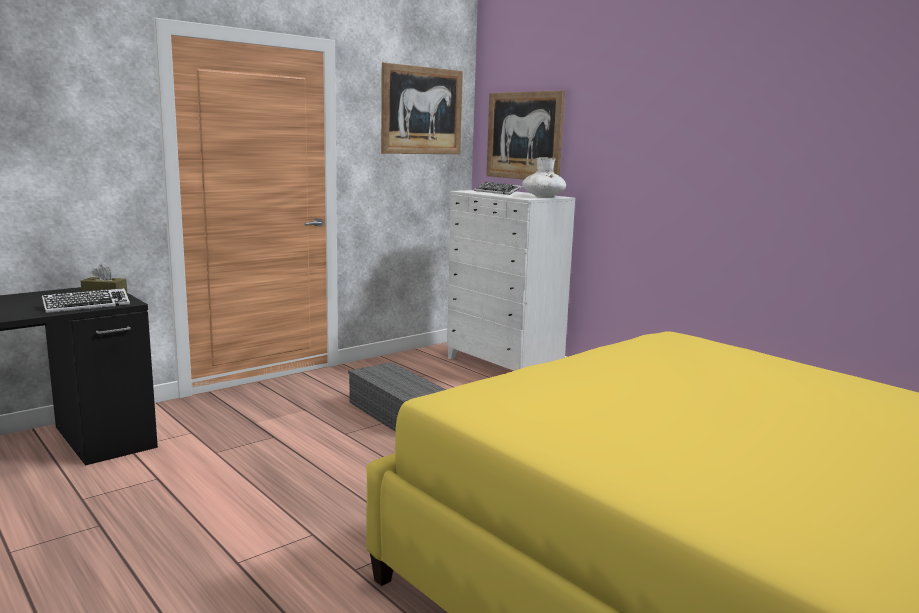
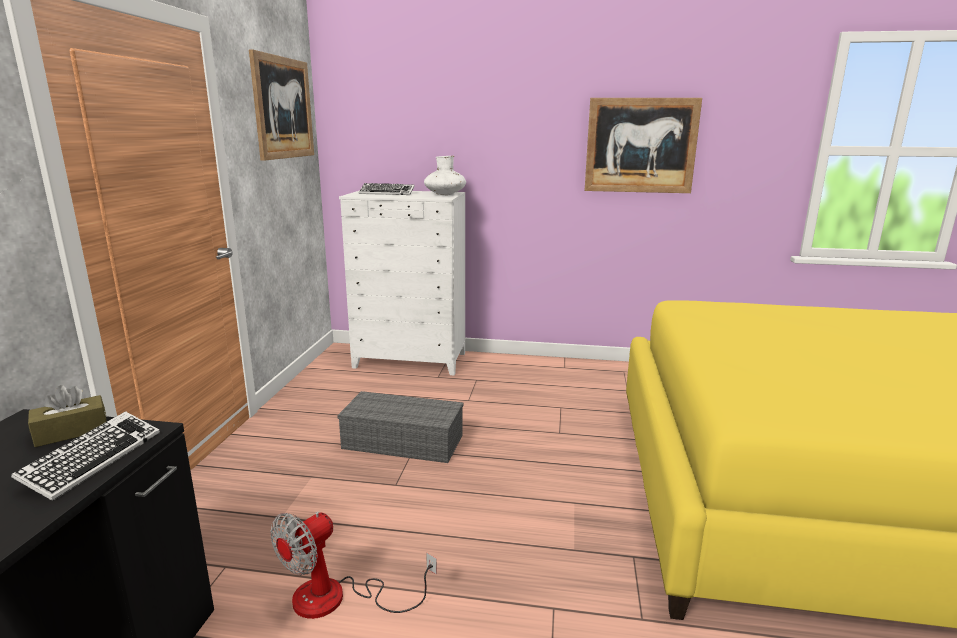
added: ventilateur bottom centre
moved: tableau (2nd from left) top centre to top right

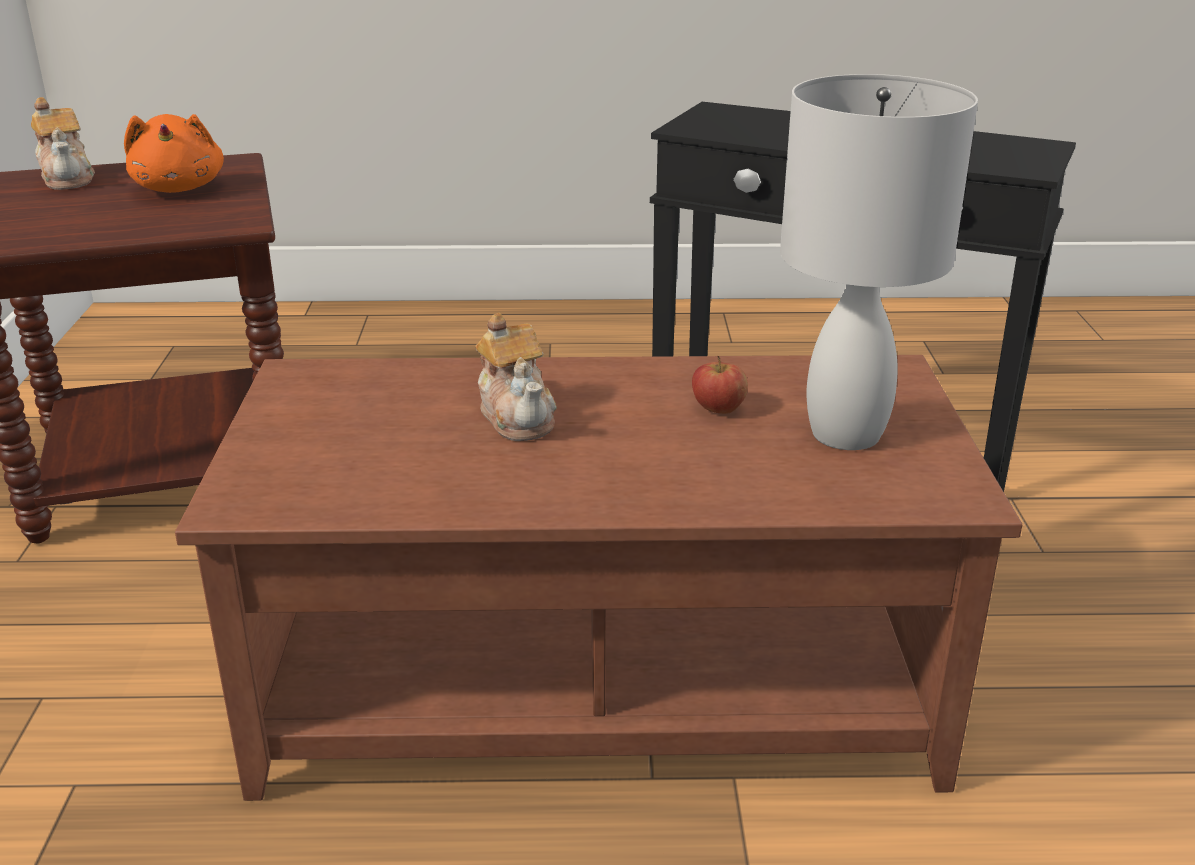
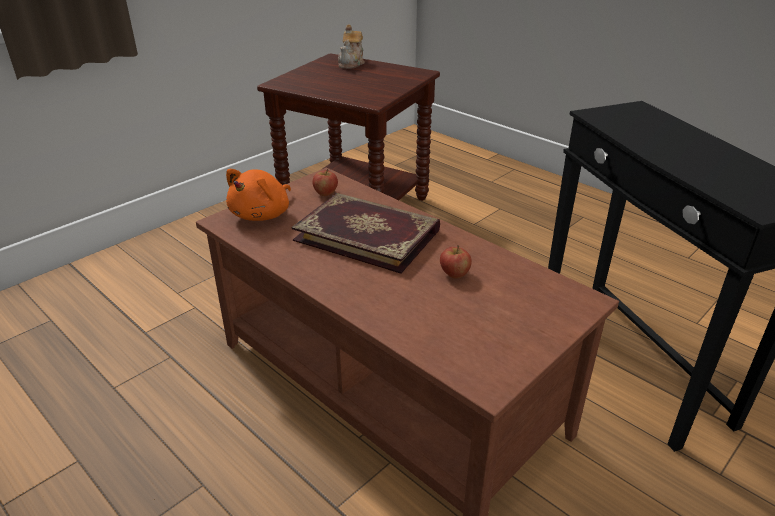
removed: lampe de table/blanc top right
added: pomme (1st from left) centre
moved: peluche/orange top left to middle left
replaced: théière (2nd from left) centre to livre centre

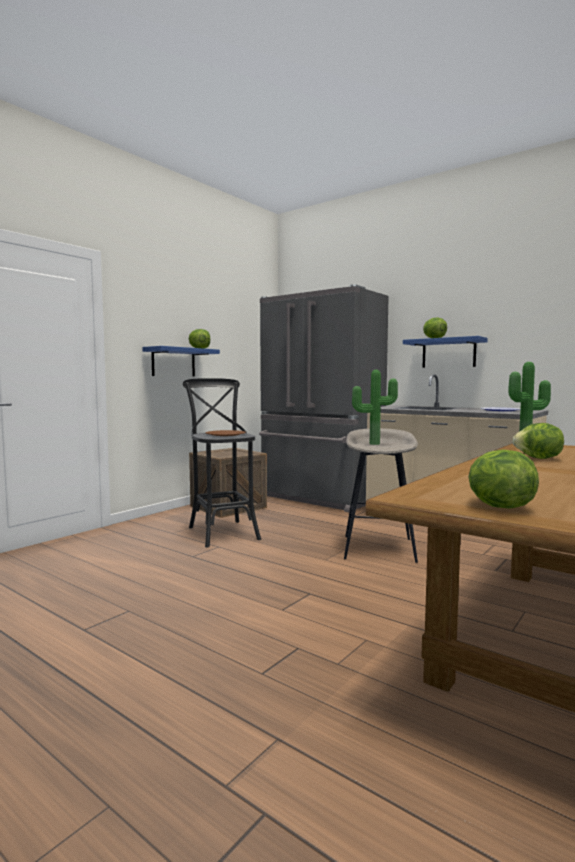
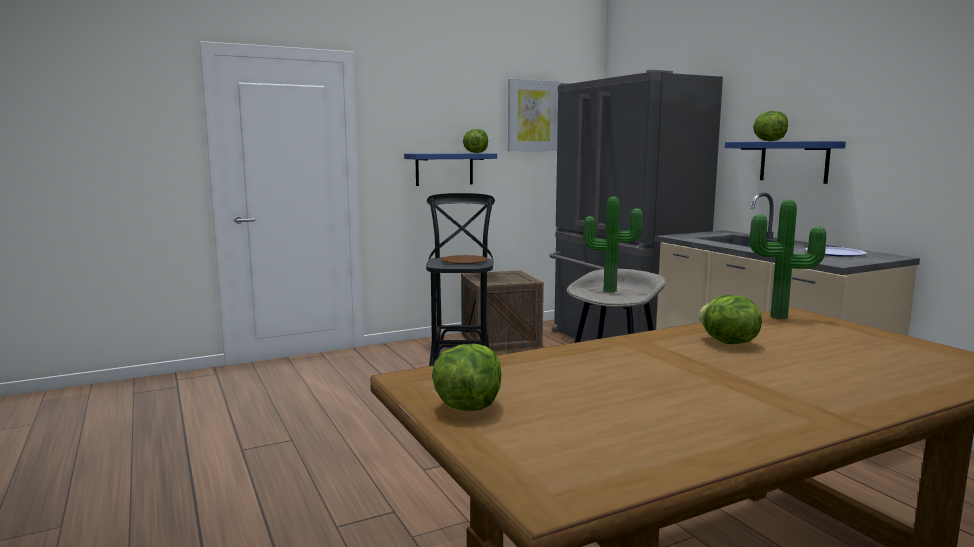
added: tableau top centre

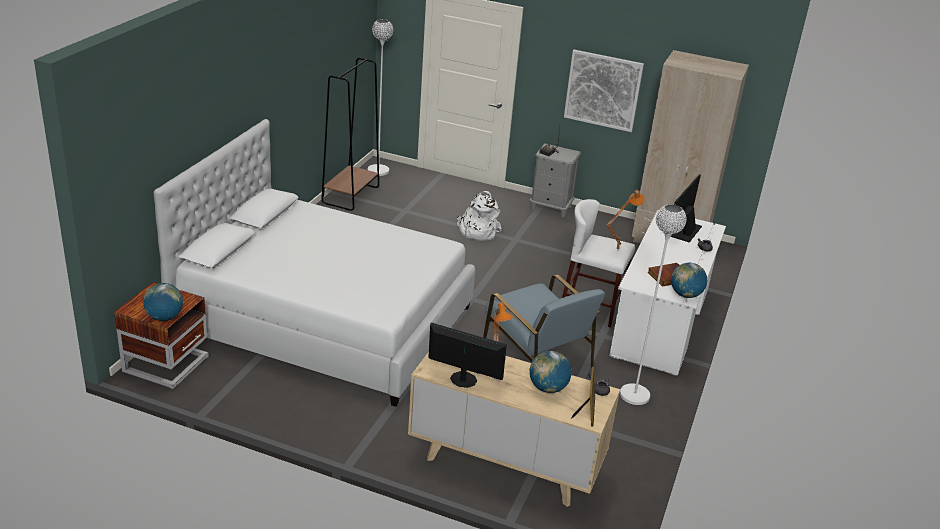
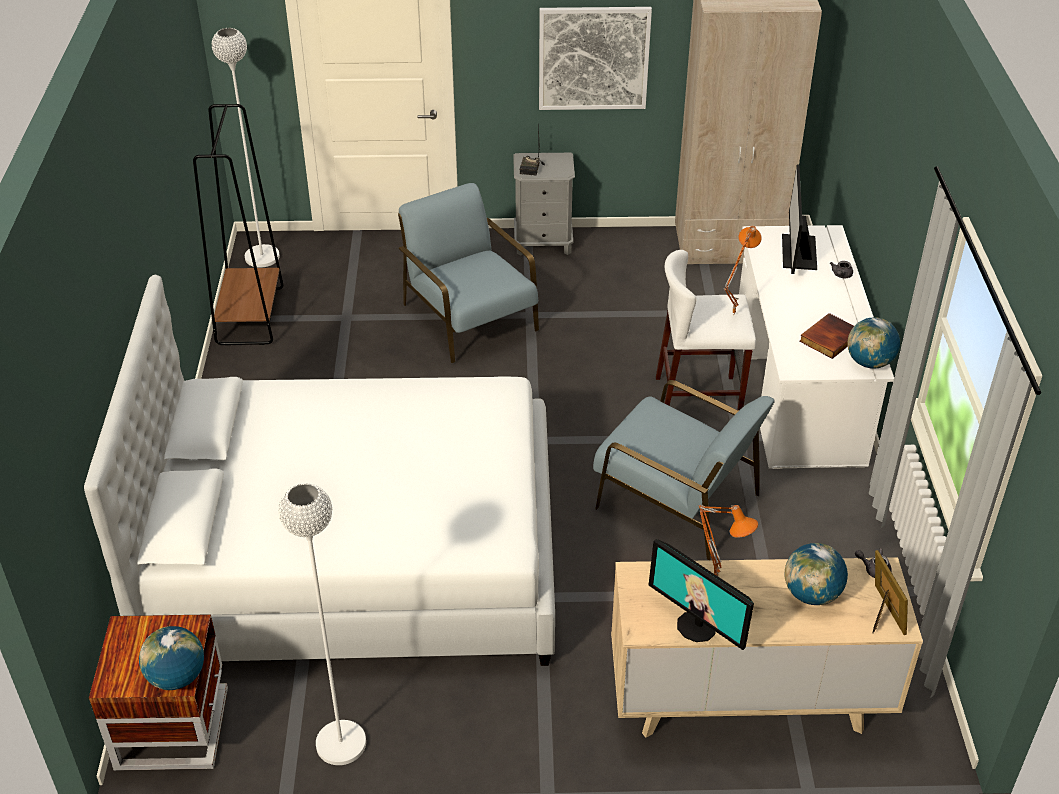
moved: lampadaire/blanc (2nd from left) middle right to bottom left
replaced: sac à dos/blanc centre to fauteuil/bleu (1st from left) centre
turned: écran d'ordinateur (1st from left) bottom centre = bottom centre 135 degrees counterclockwise

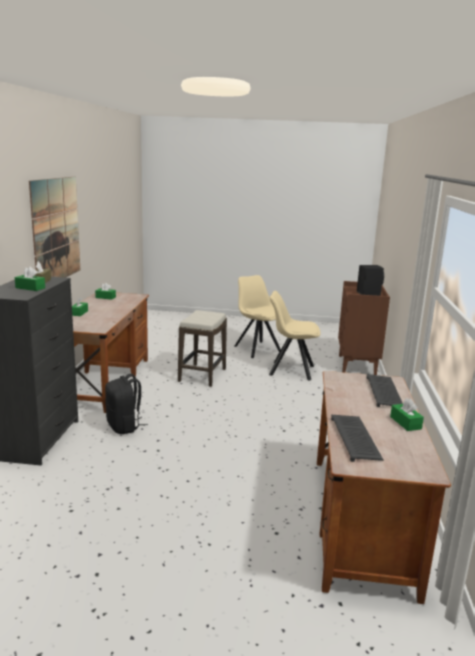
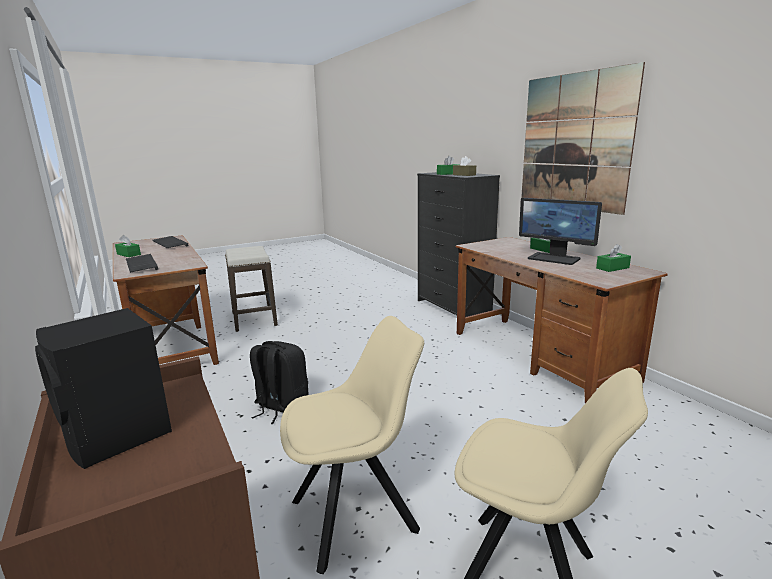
added: écran d'ordinateur middle right
moved: tabouret centre to middle left; sac à dos/noir middle left to centre

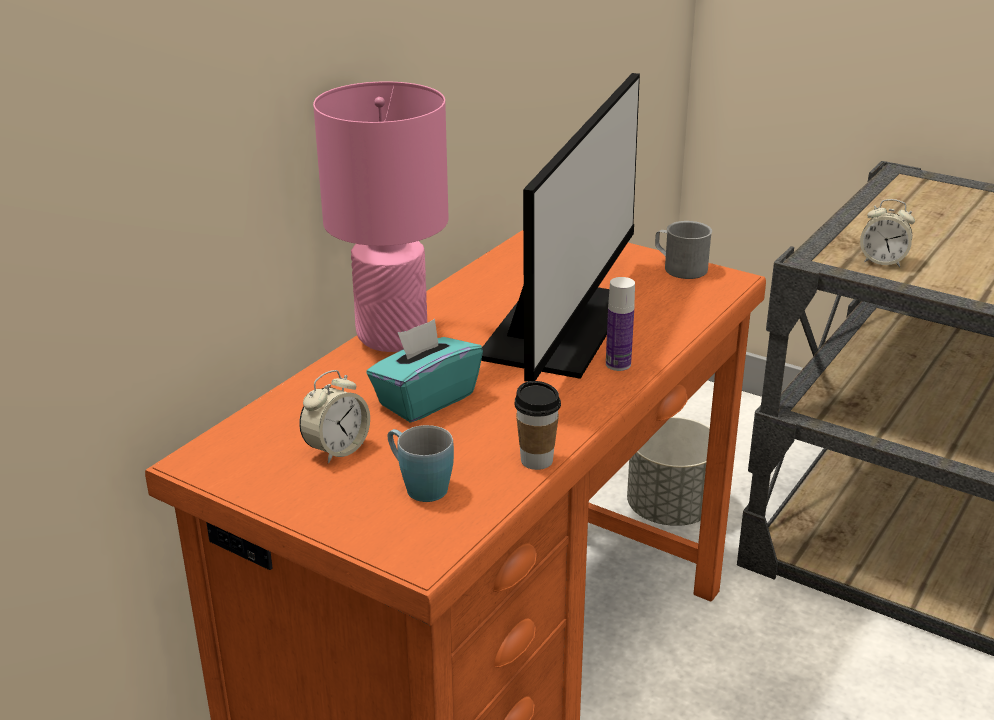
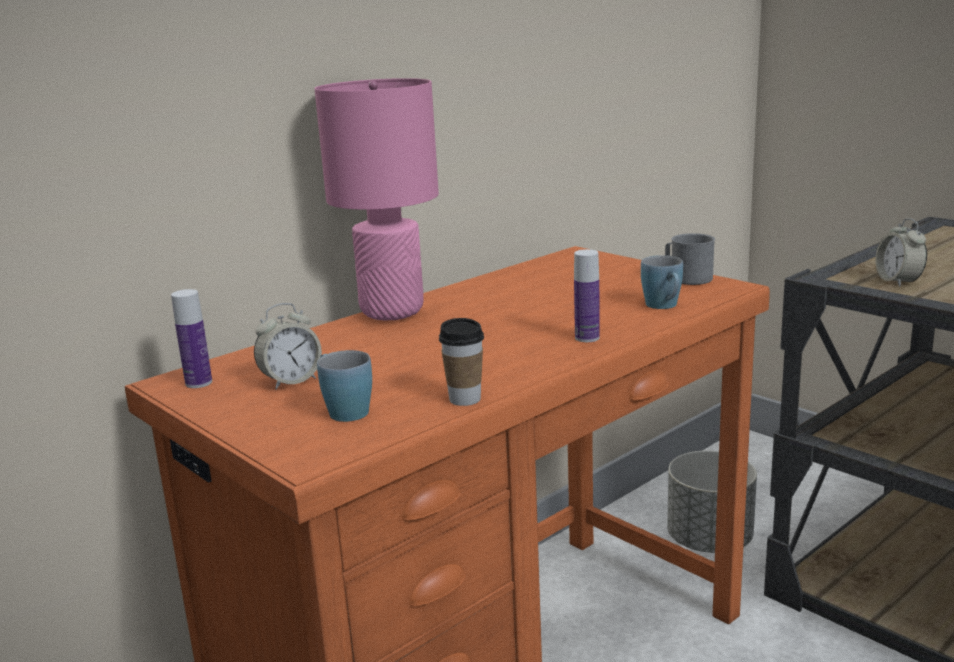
removed: écran d'ordinateur top centre; boîte à mouchoirs/turquoise centre
added: mug/bleu (2nd from left) middle right; bouteille (1st from left) middle left
turned: réveil (2nd from left) top right = middle right 45 degrees clockwise

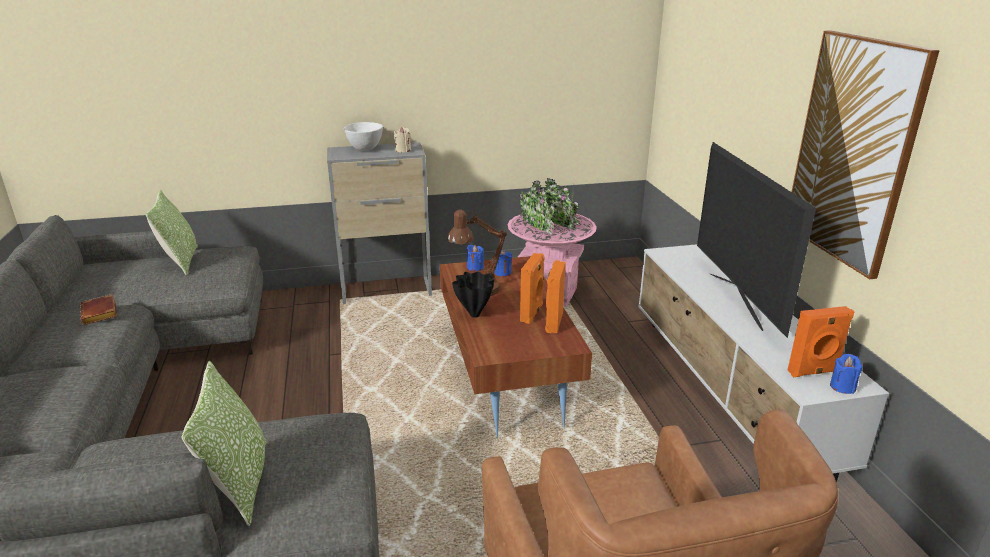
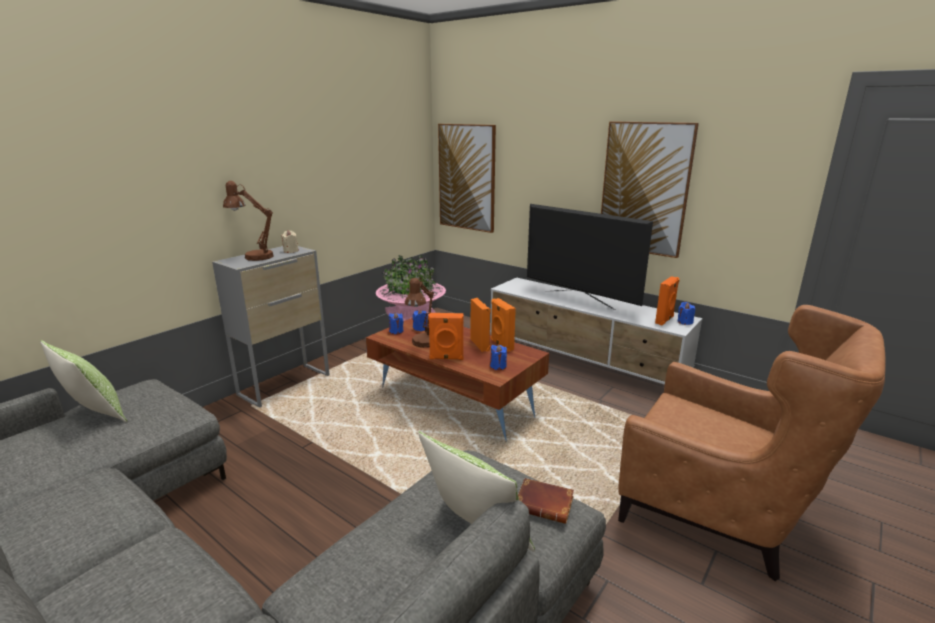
added: tableau (1st from left) top centre; bougie/bleu (3rd from left) centre
moved: livre/marron middle left to bottom centre
replaced: bol/blanc top centre to lampe de table/marron (1st from left) middle left; vase/noir centre to enceinte/orange (1st from left) centre

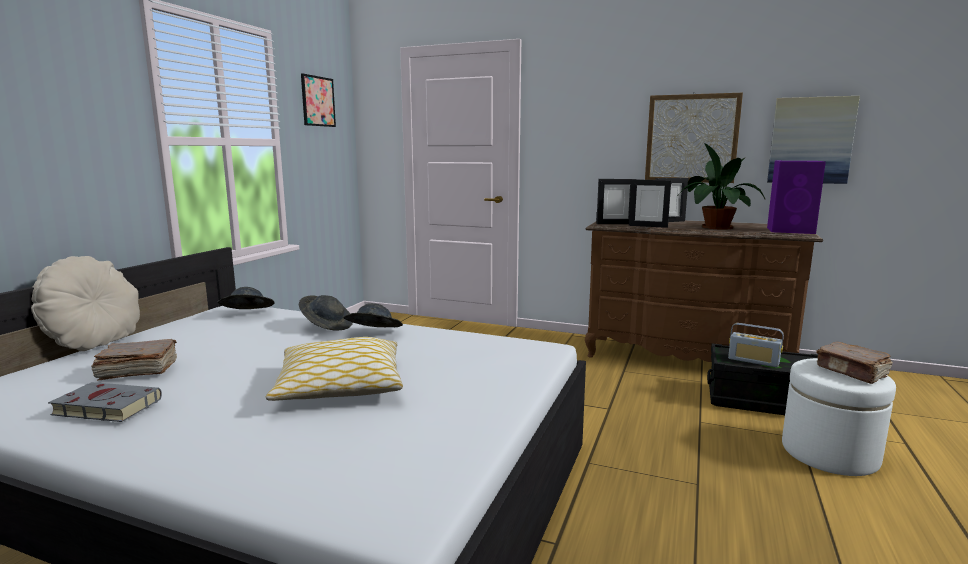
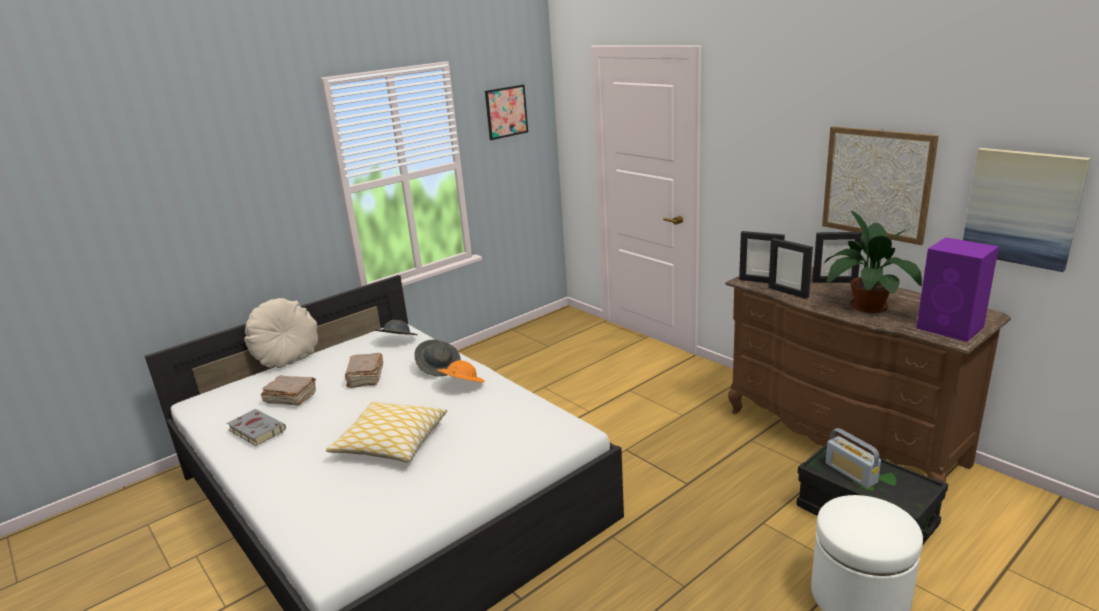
moved: livre/marron (2nd from left) middle right to middle left
recoloured: chapeau/gris (3rd from left) centre to chapeau/orange centre

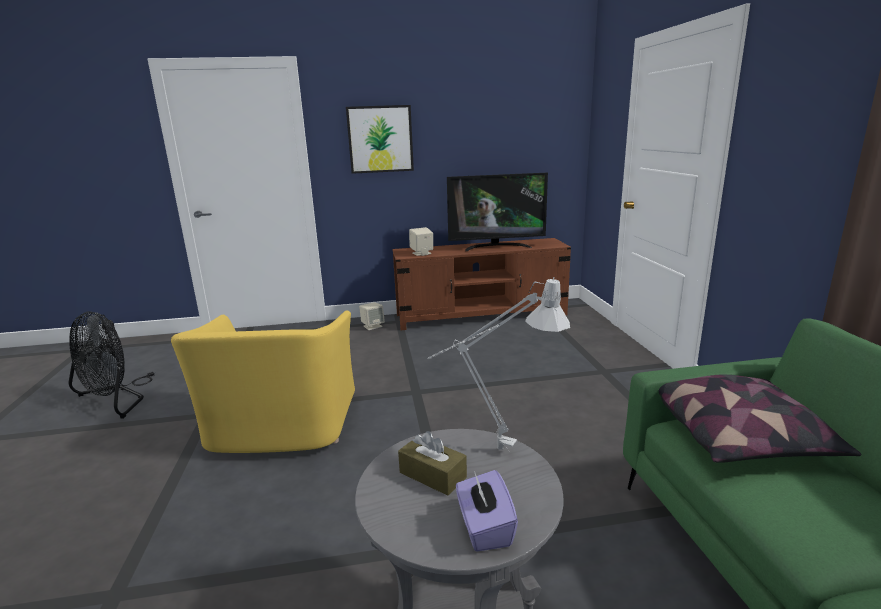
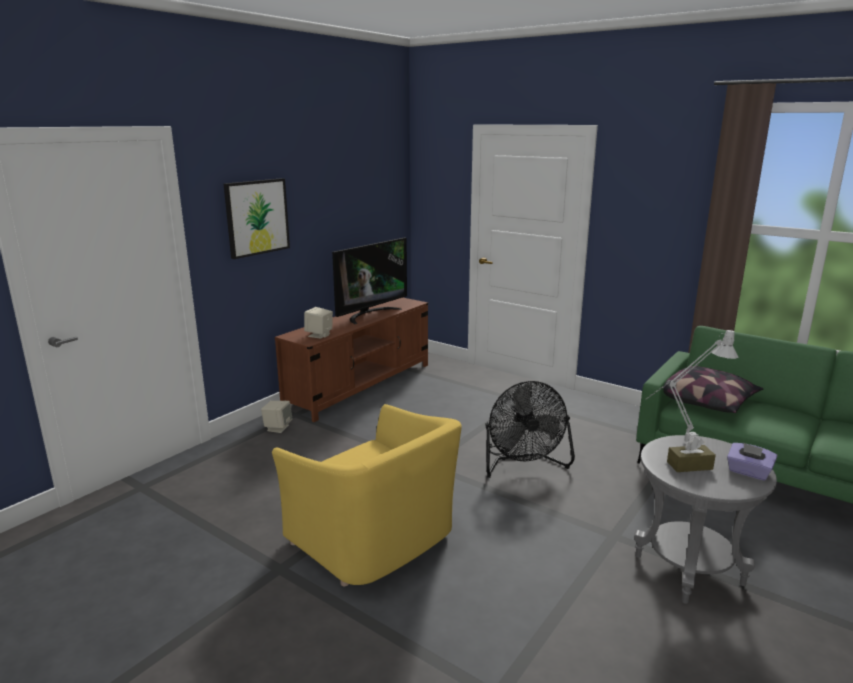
moved: ventilateur/noir middle left to centre

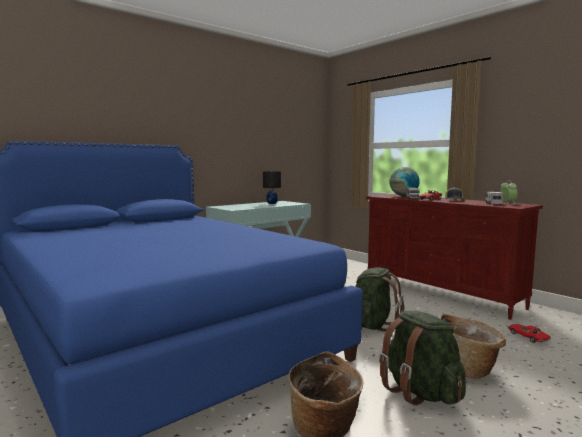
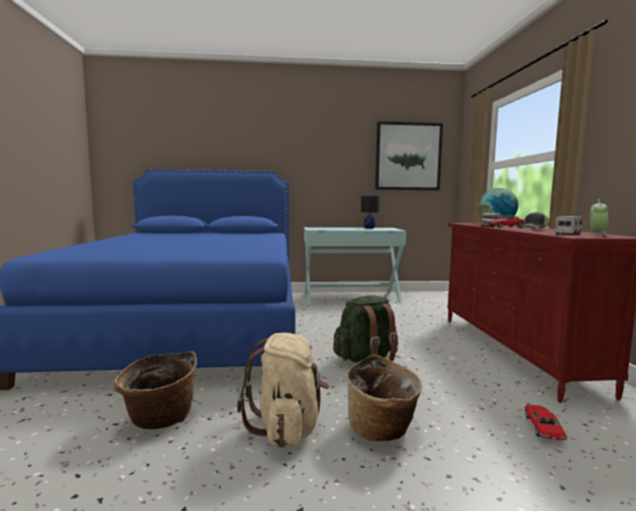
added: tableau top centre
recoloured: sac à dos/vert (2nd from left) bottom right to sac à dos/beige bottom centre

